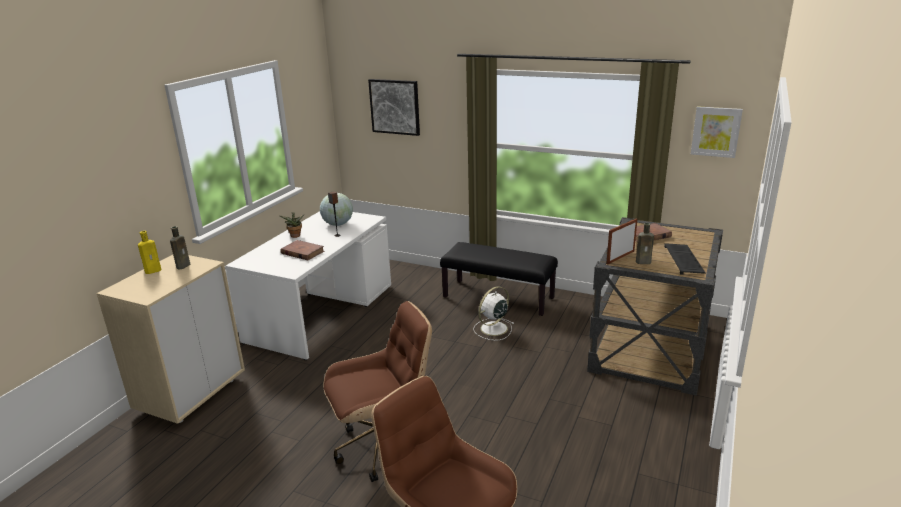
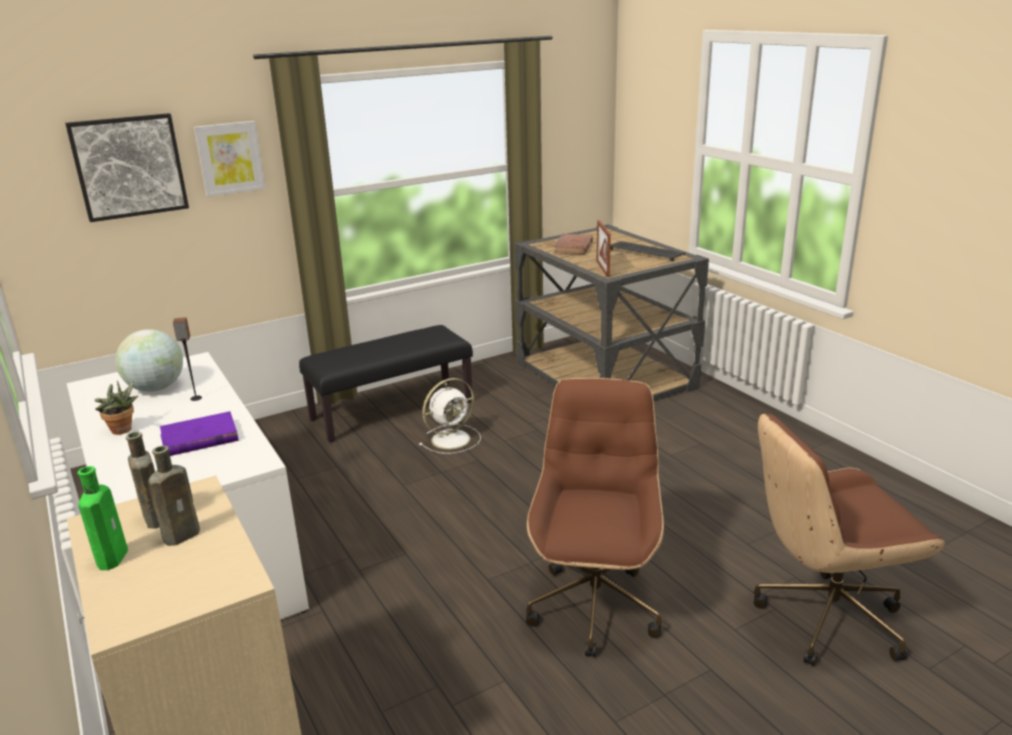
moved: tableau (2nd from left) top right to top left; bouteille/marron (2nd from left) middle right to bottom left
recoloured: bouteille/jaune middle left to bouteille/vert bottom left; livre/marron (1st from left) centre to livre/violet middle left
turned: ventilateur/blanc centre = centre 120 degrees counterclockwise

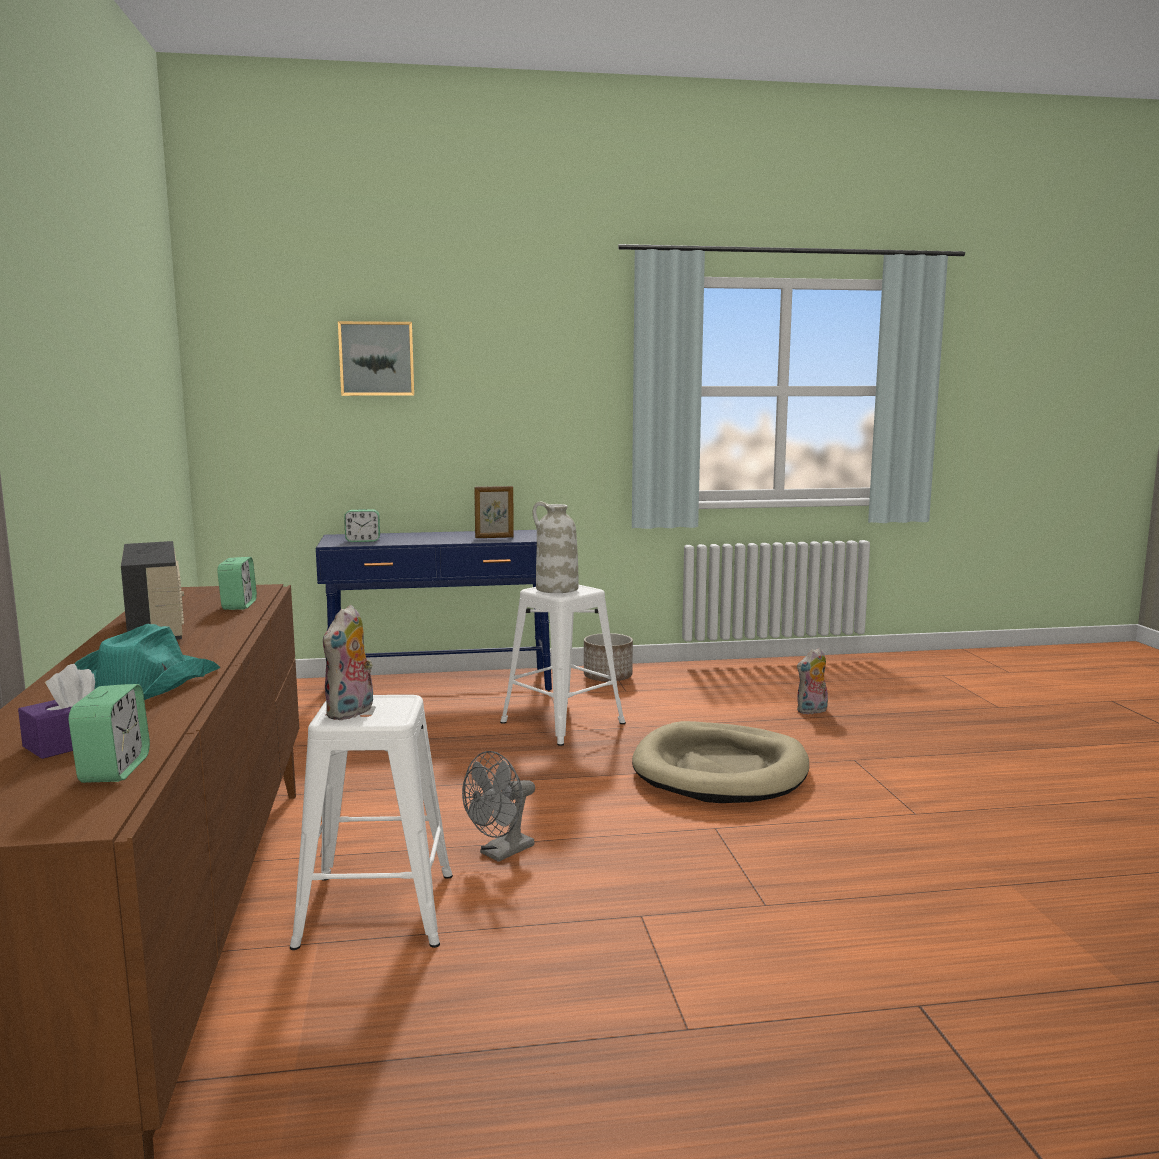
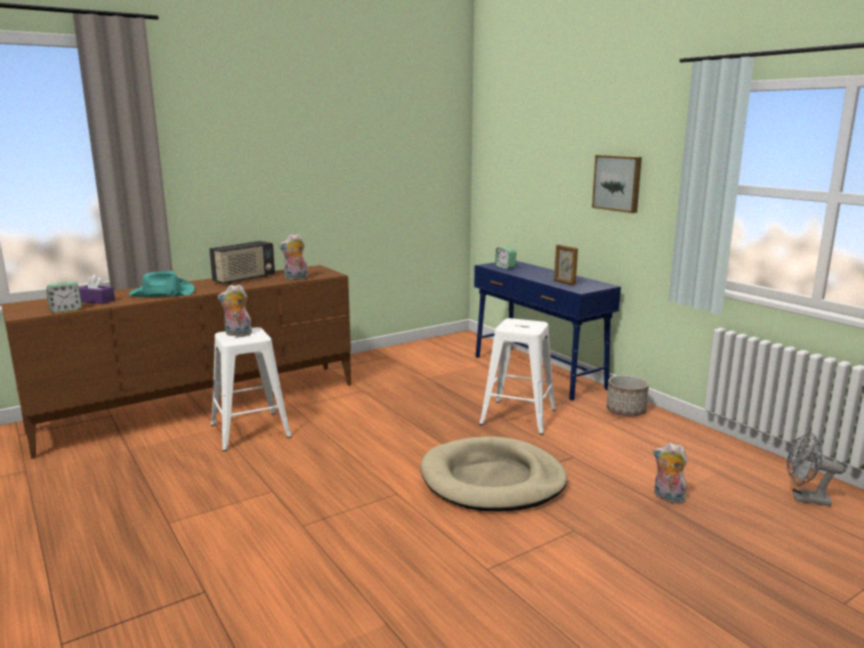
removed: vase/blanc centre
moved: tableau top left to top right; ventilateur/gris bottom centre to bottom right
replaced: réveil (2nd from left) middle left to peluche (2nd from left) centre

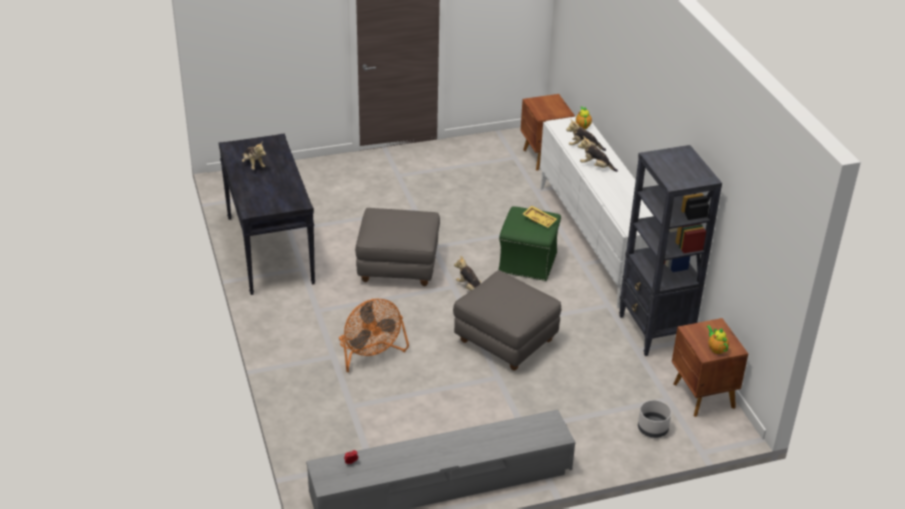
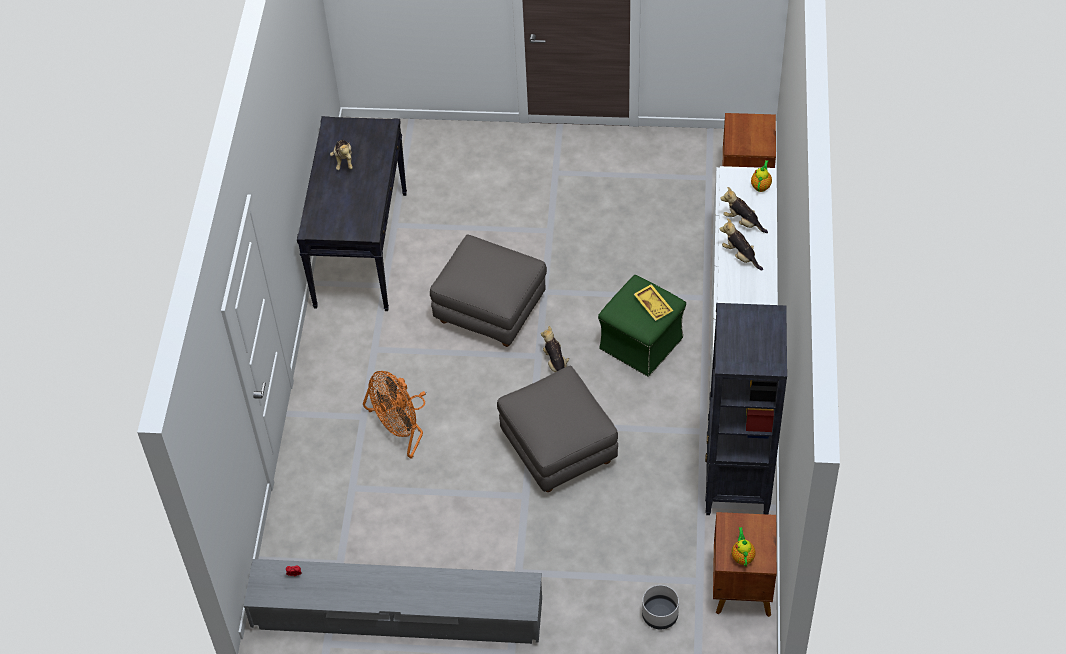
turned: ventilateur/orange centre = centre 60 degrees clockwise

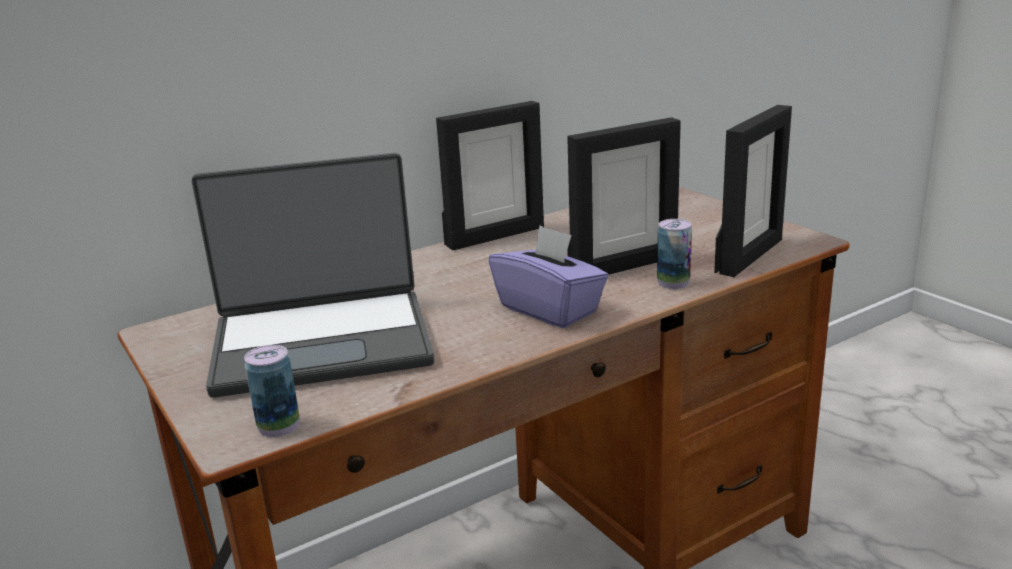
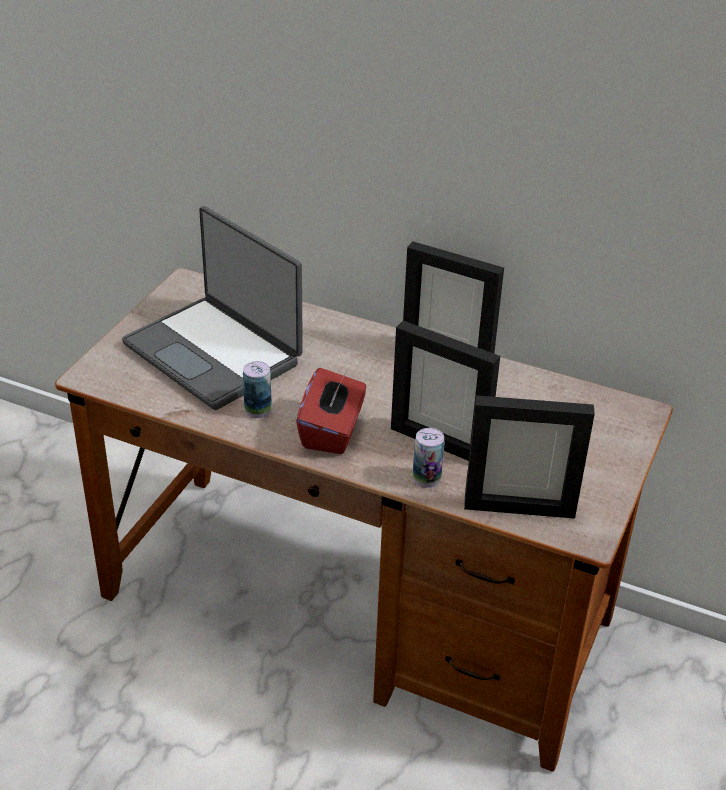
moved: boîte métallique (1st from left) bottom left to centre
recoloured: boîte à mouchoirs/violet centre to boîte à mouchoirs/rouge centre

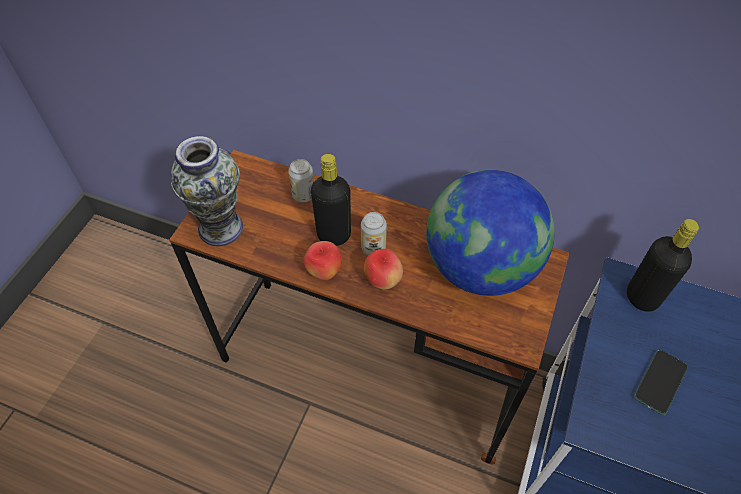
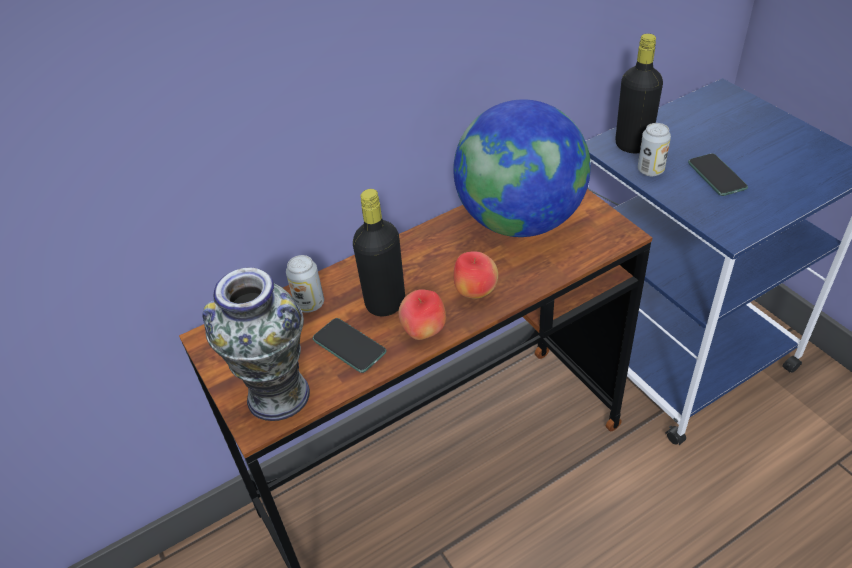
added: téléphone (1st from left) centre
moved: boîte métallique (2nd from left) centre to top right

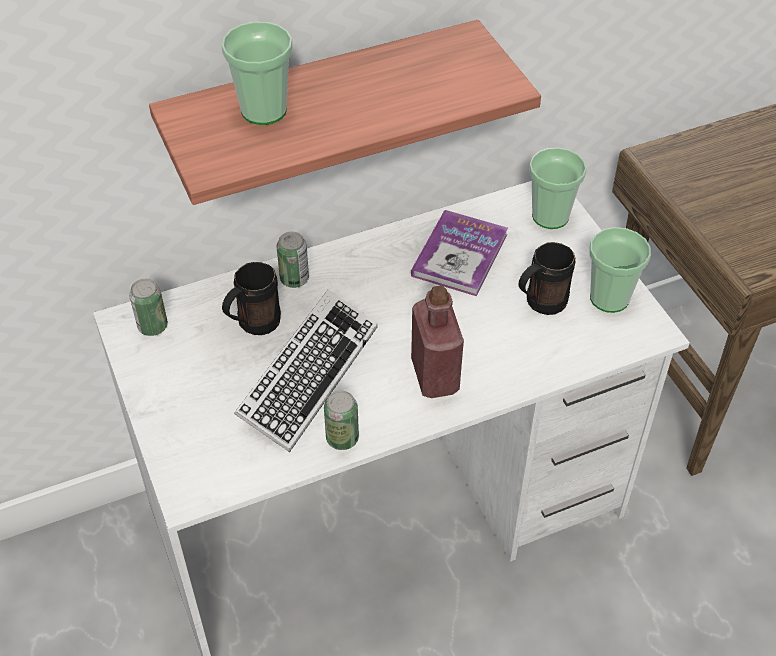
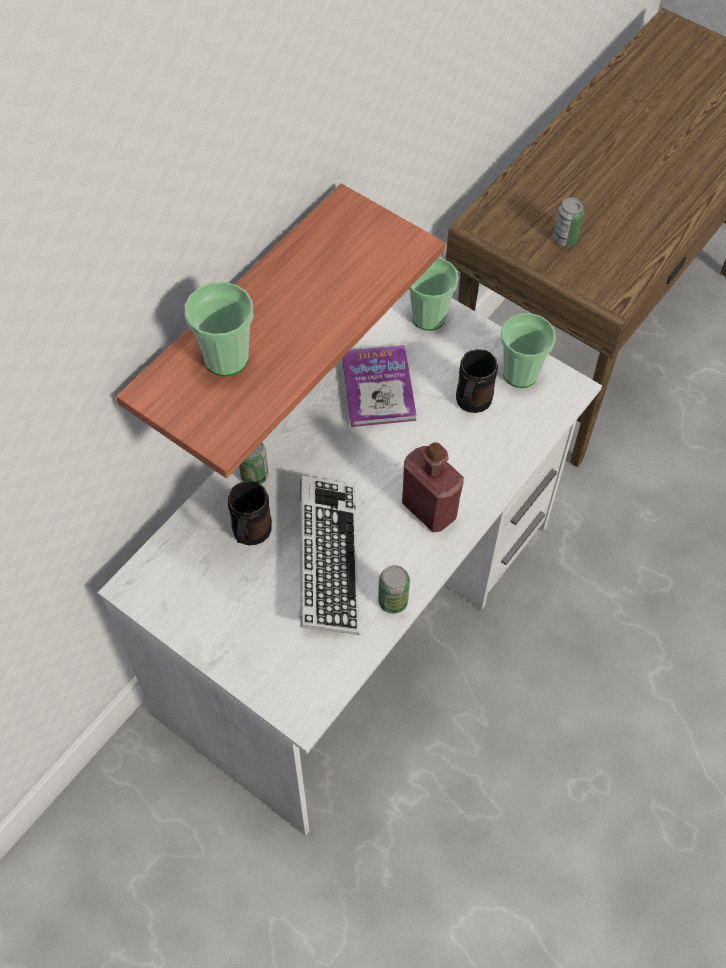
moved: boîte métallique (1st from left in the first image) middle left to boîte métallique (3rd from left) top right

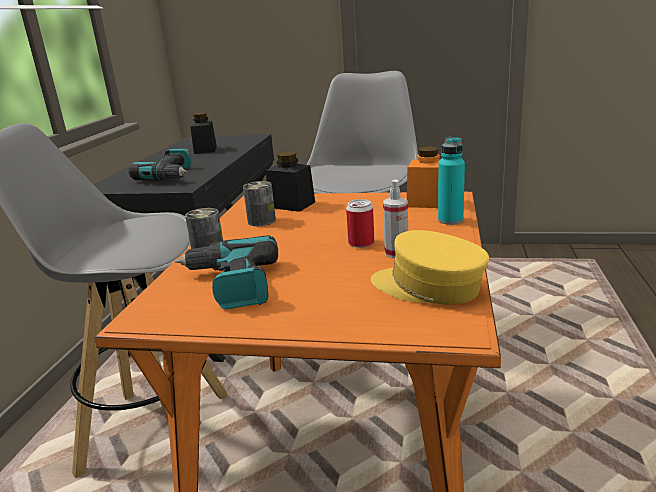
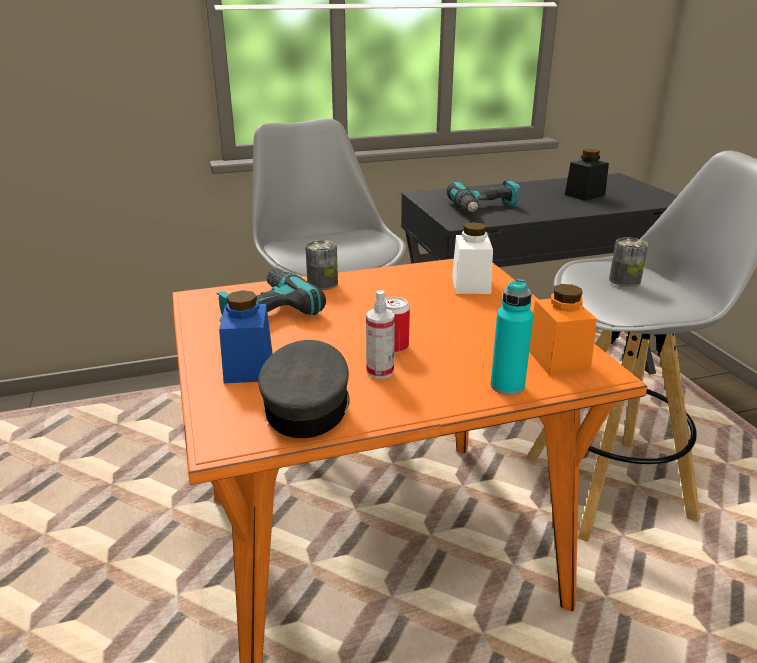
added: bocal/bleu middle left
moved: boîte métallique (2nd from left in the first image) centre to boîte métallique (3rd from left) middle right
recoloured: bocal/noir (2nd from left) centre to bocal/blanc centre; casquette/jaune centre to casquette/gris centre

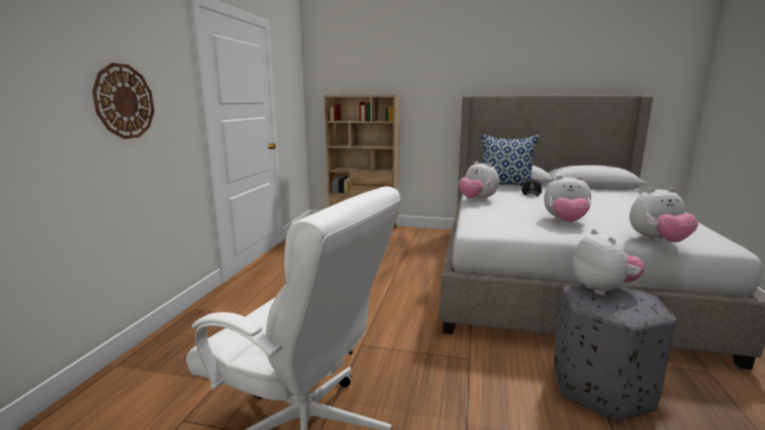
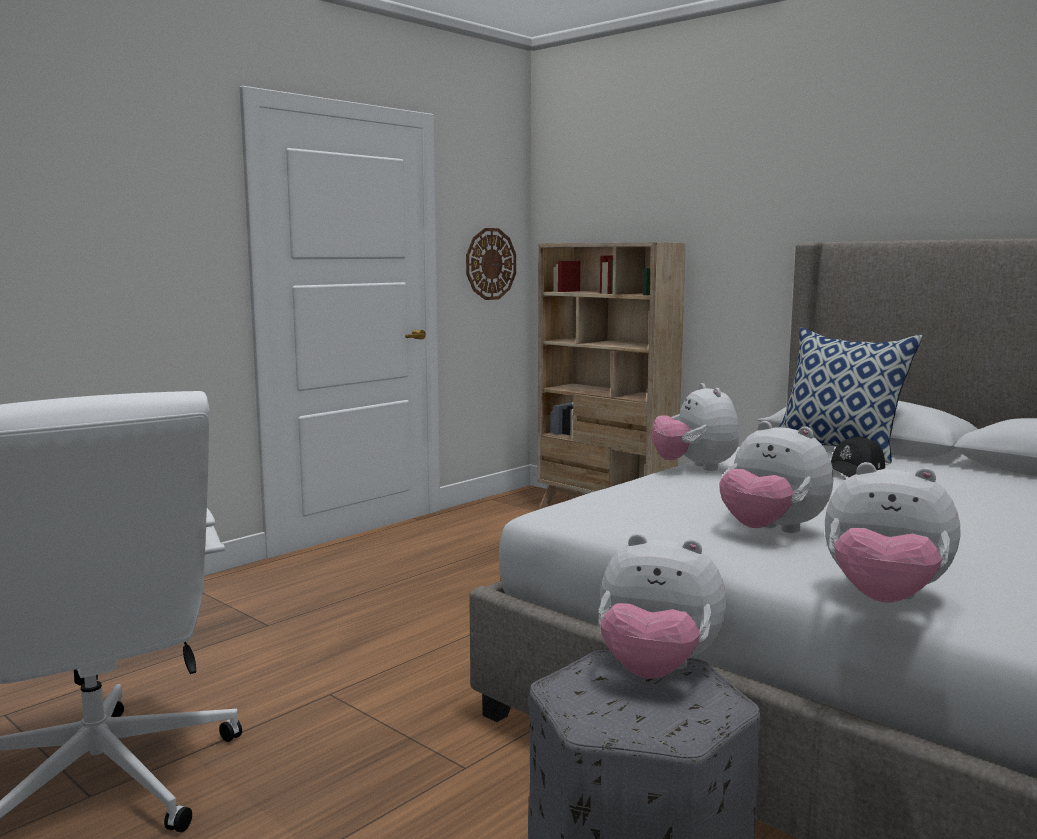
moved: horloge murale top left to top centre
turned: peluche (3rd from left in the first image) middle right = bottom centre 90 degrees clockwise

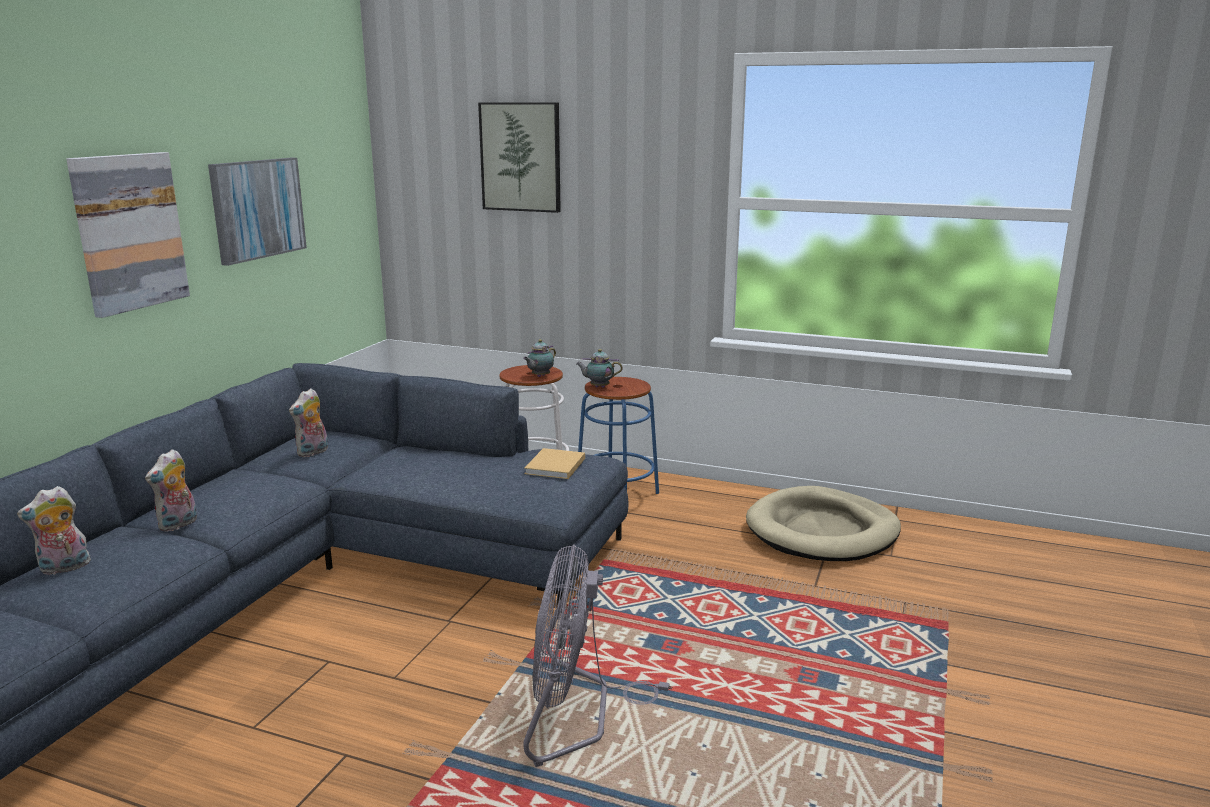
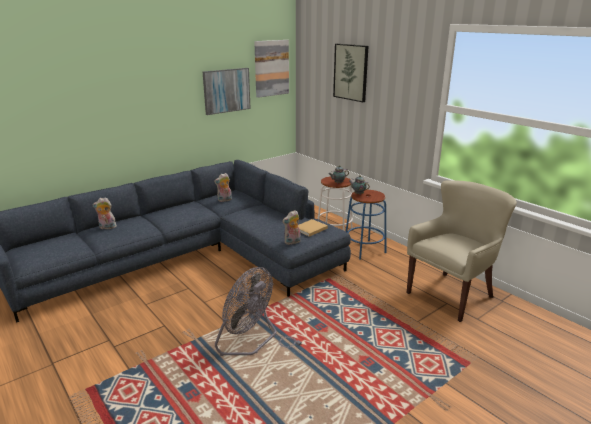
moved: tableau (1st from left in the first image) top left to tableau (2nd from left) top centre; peluche (2nd from left in the first image) middle left to peluche (3rd from left) centre
replaced: panier pour chien/beige middle right to fauteuil/beige middle right

